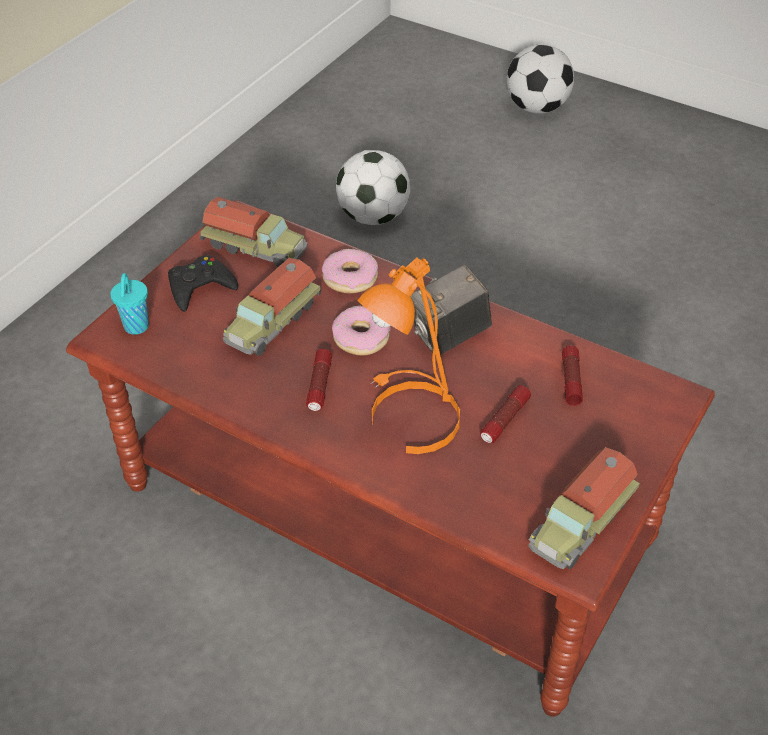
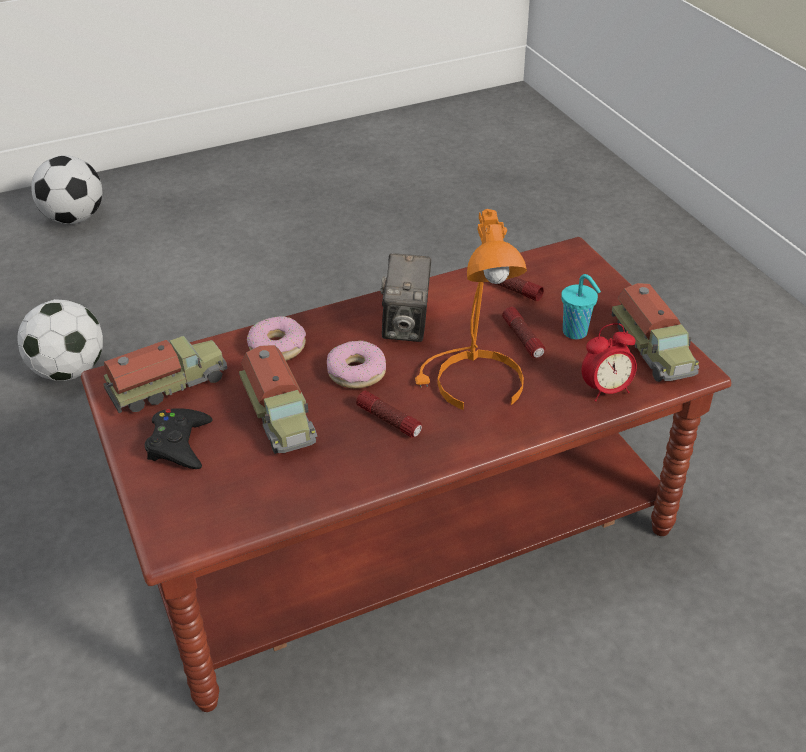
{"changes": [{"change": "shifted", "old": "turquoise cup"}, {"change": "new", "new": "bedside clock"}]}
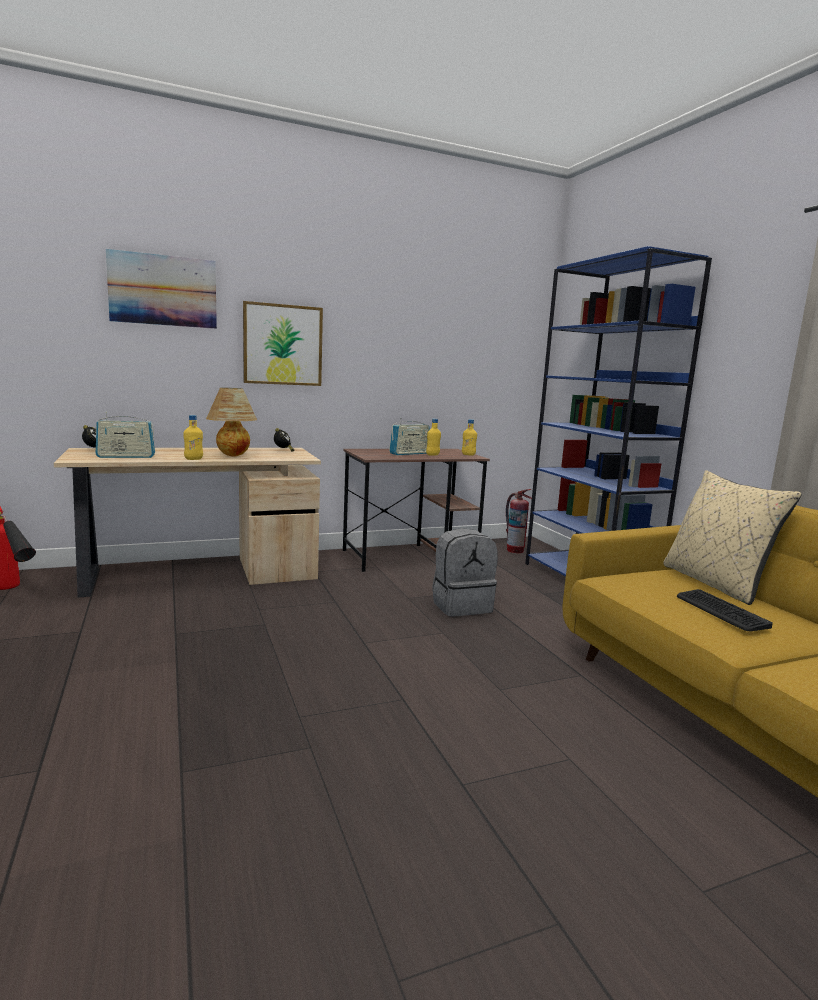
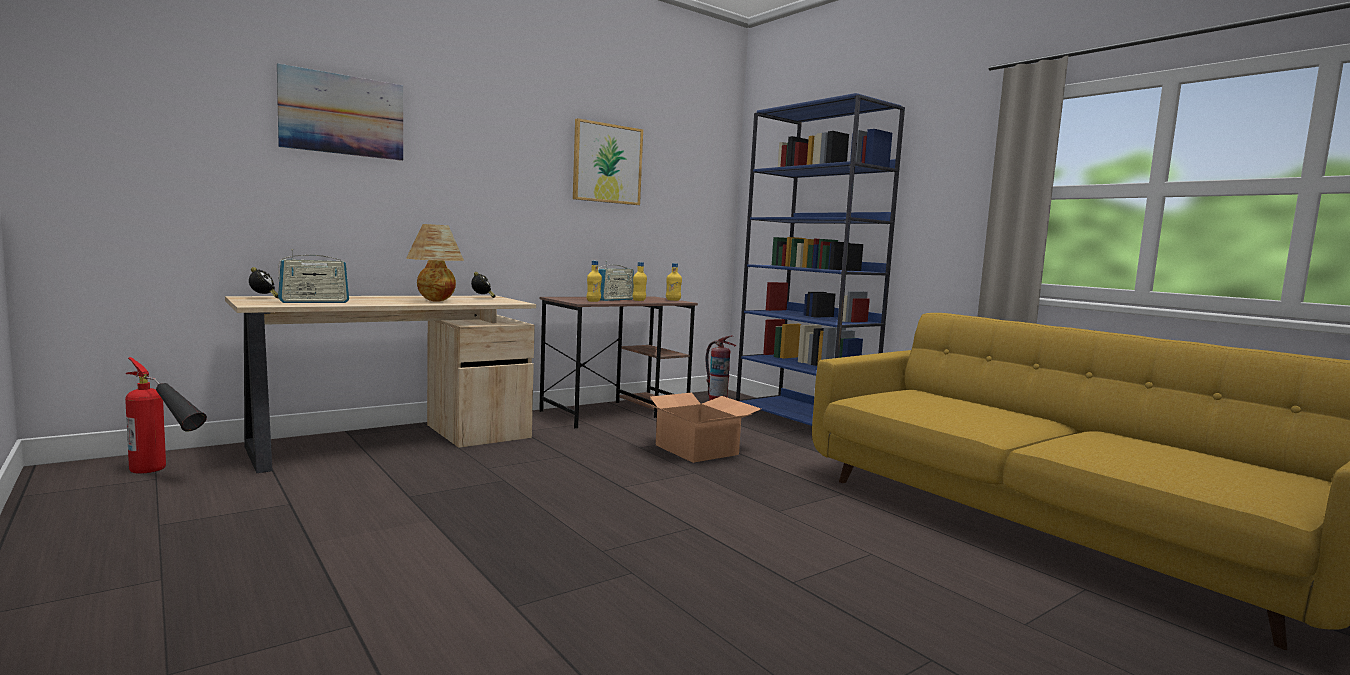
{"changes": [{"change": "shifted", "old": "wall picture (no. 2 from left)"}, {"change": "shifted", "old": "yellow bottle (no. 1 from left)"}, {"change": "swapped", "old": "grey backpack", "new": "packing box"}, {"change": "gone", "old": "beige-coloured throw pillow"}, {"change": "gone", "old": "PC keyboard"}]}
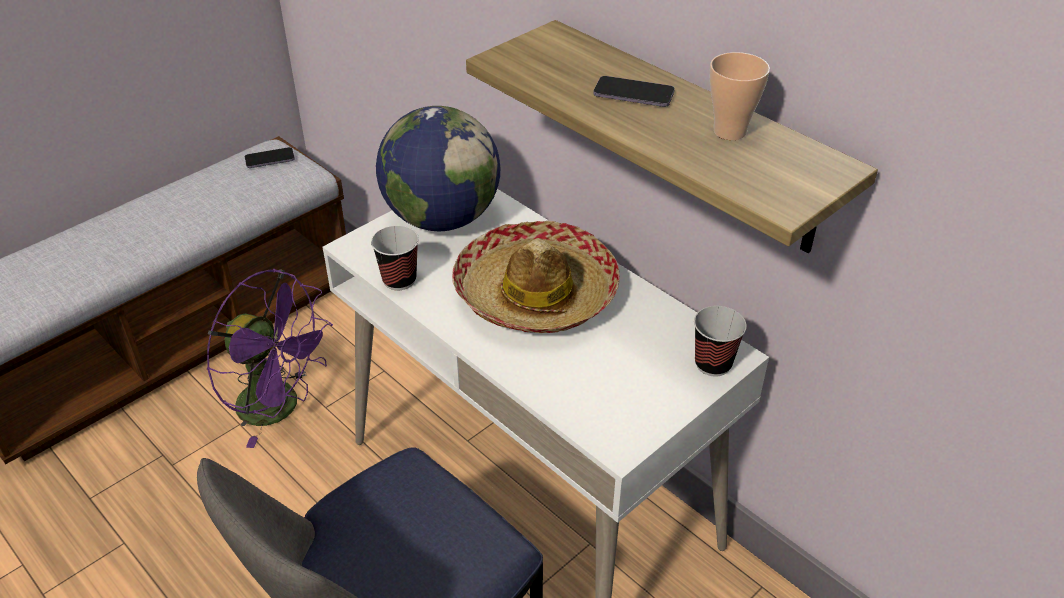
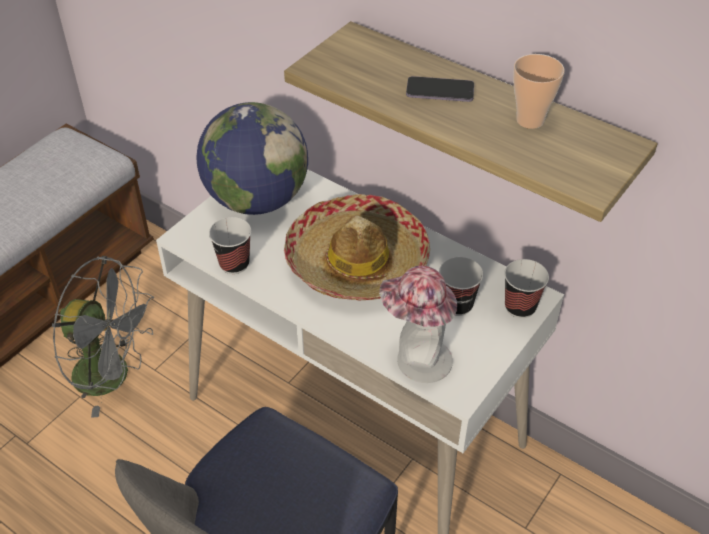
{"changes": [{"change": "repainted", "old": "purple fan", "new": "grey fan"}, {"change": "new", "new": "wearable hat (no. 2 from left)"}, {"change": "new", "new": "cup (no. 2 from left)"}, {"change": "gone", "old": "phone (no. 1 from left)"}]}
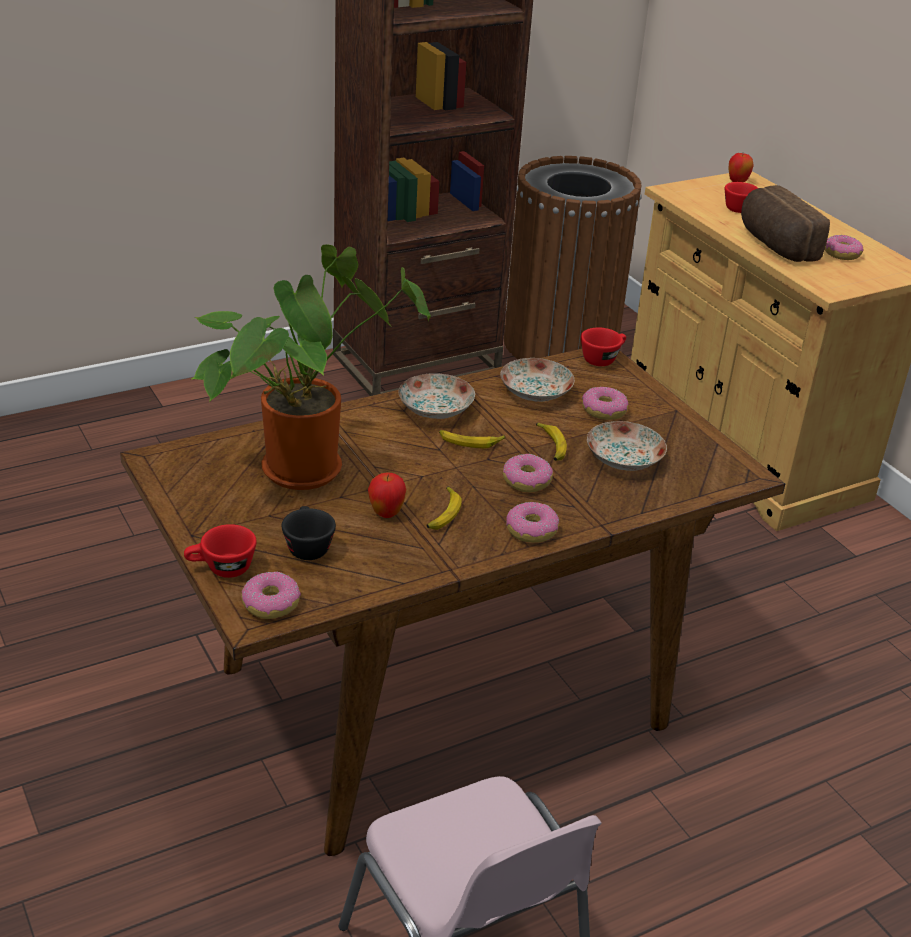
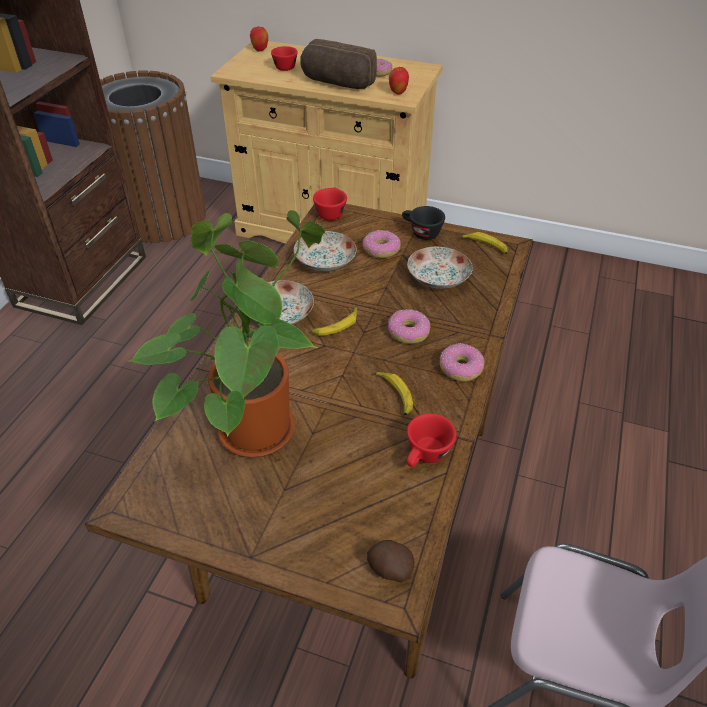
{"changes": [{"change": "swapped", "old": "donut (no. 1 from left)", "new": "spud"}, {"change": "shifted", "old": "apple fruit (no. 1 from left in the first image)", "new": "apple fruit (no. 2 from left)"}, {"change": "shifted", "old": "blackish cup"}, {"change": "shifted", "old": "red-coloured cup (no. 1 from left in the first image)", "new": "red-coloured cup (no. 3 from left)"}, {"change": "shifted", "old": "banana (no. 3 from left)"}]}
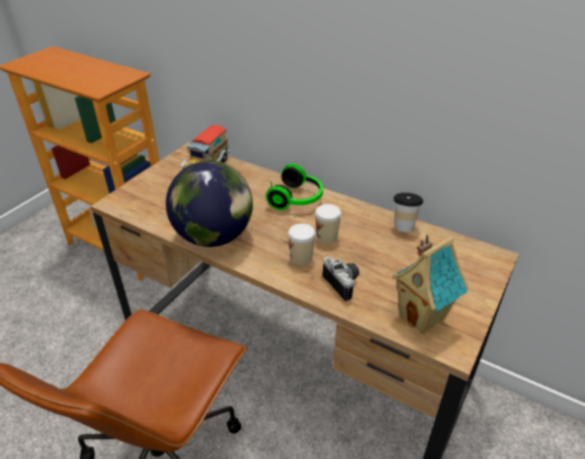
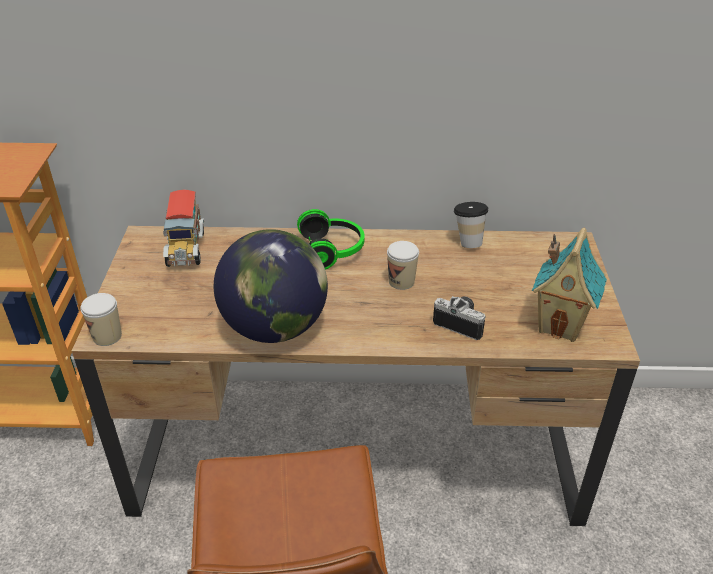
{"changes": [{"change": "shifted", "old": "cup (no. 1 from left)"}]}
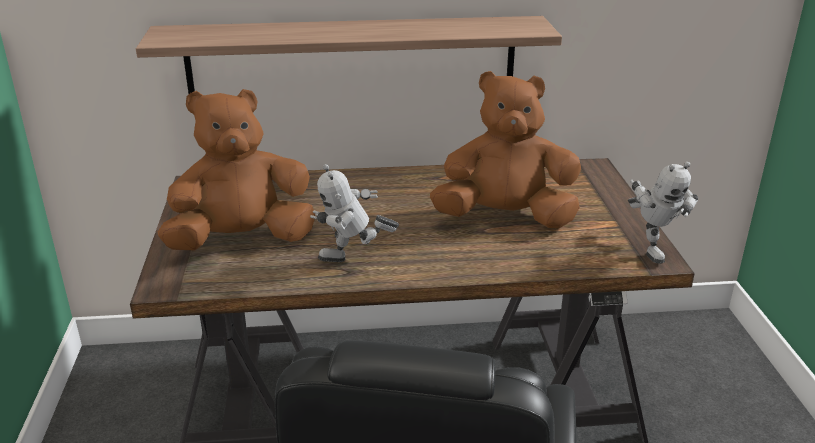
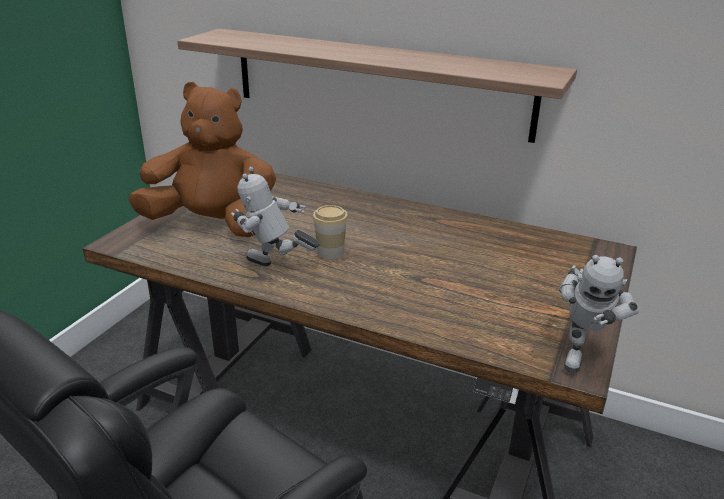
{"changes": [{"change": "new", "new": "cup"}, {"change": "gone", "old": "brown-coloured plush toy (no. 2 from left)"}]}
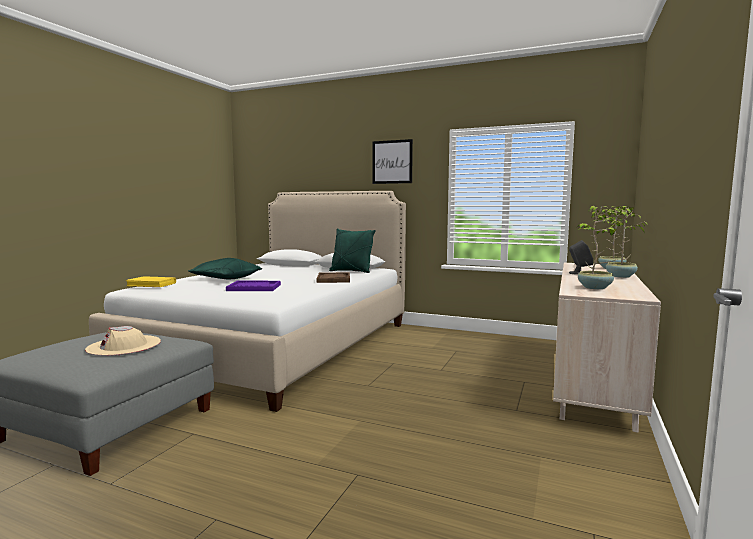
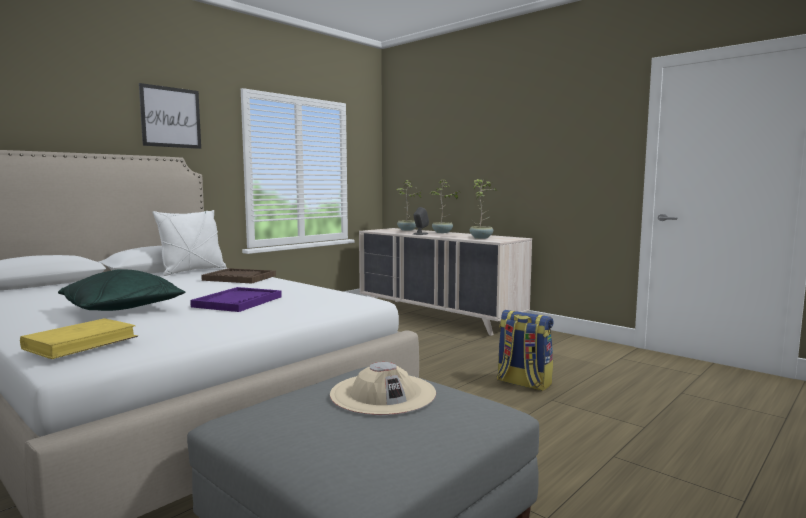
{"changes": [{"change": "repainted", "old": "green-coloured throw pillow (no. 2 from left)", "new": "white throw pillow"}, {"change": "new", "new": "backpack"}]}
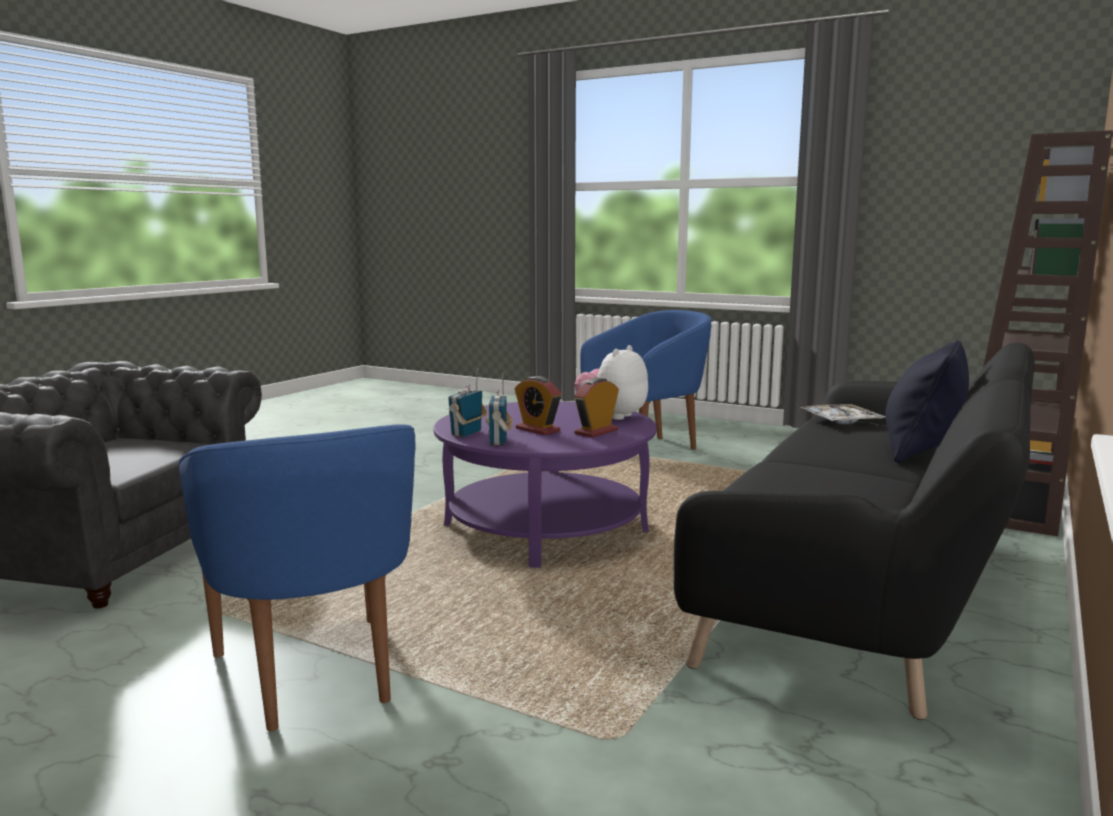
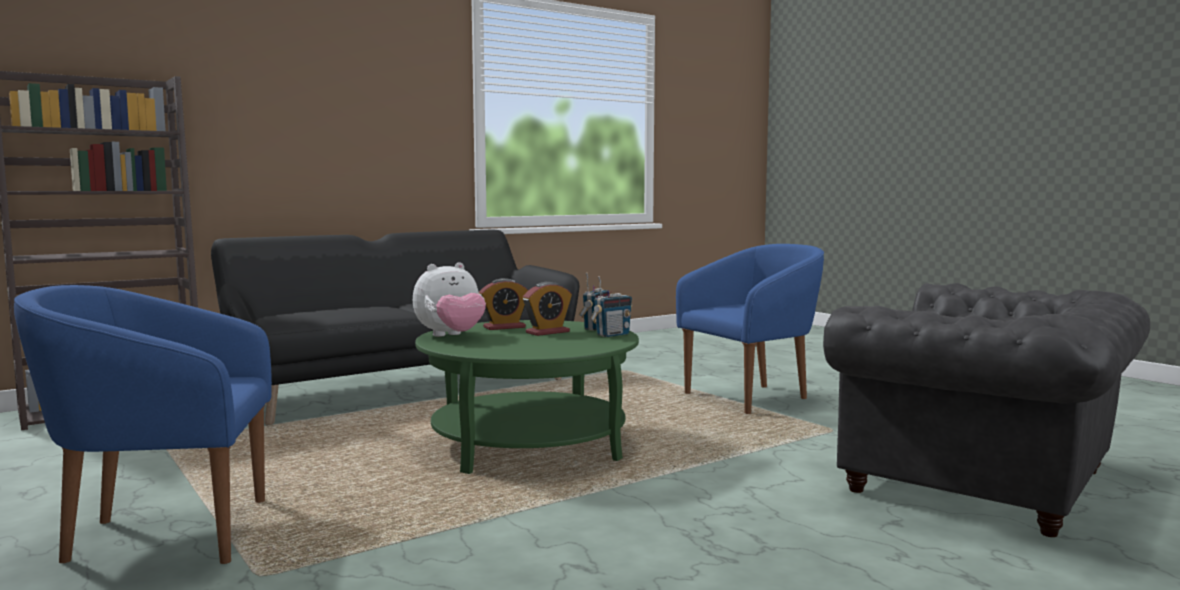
{"changes": [{"change": "repainted", "old": "purple low table", "new": "green-coloured low table"}, {"change": "rotated", "old": "bedside clock (no. 1 from left in the first image)", "degrees": 75}, {"change": "rotated", "old": "blue armchair (no. 1 from left in the first image)", "degrees": 60}, {"change": "gone", "old": "serving tray"}, {"change": "gone", "old": "blackish throw pillow"}]}
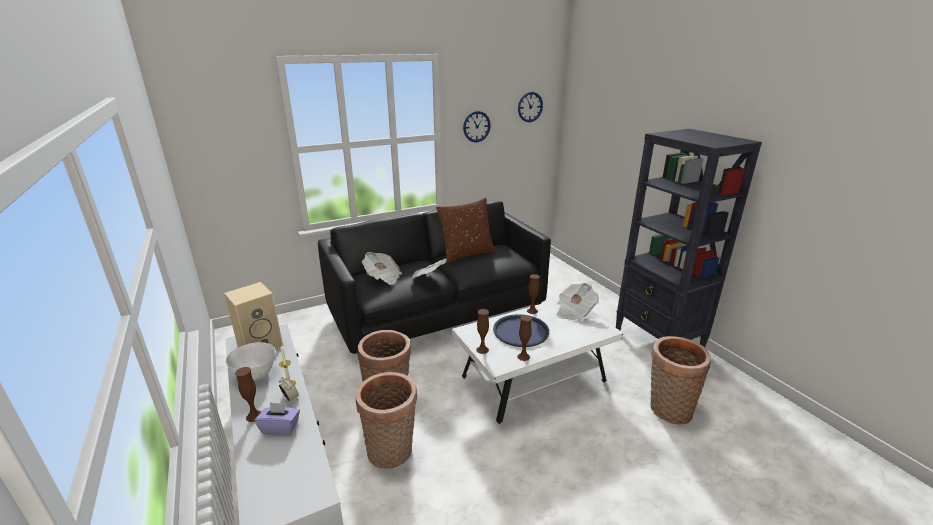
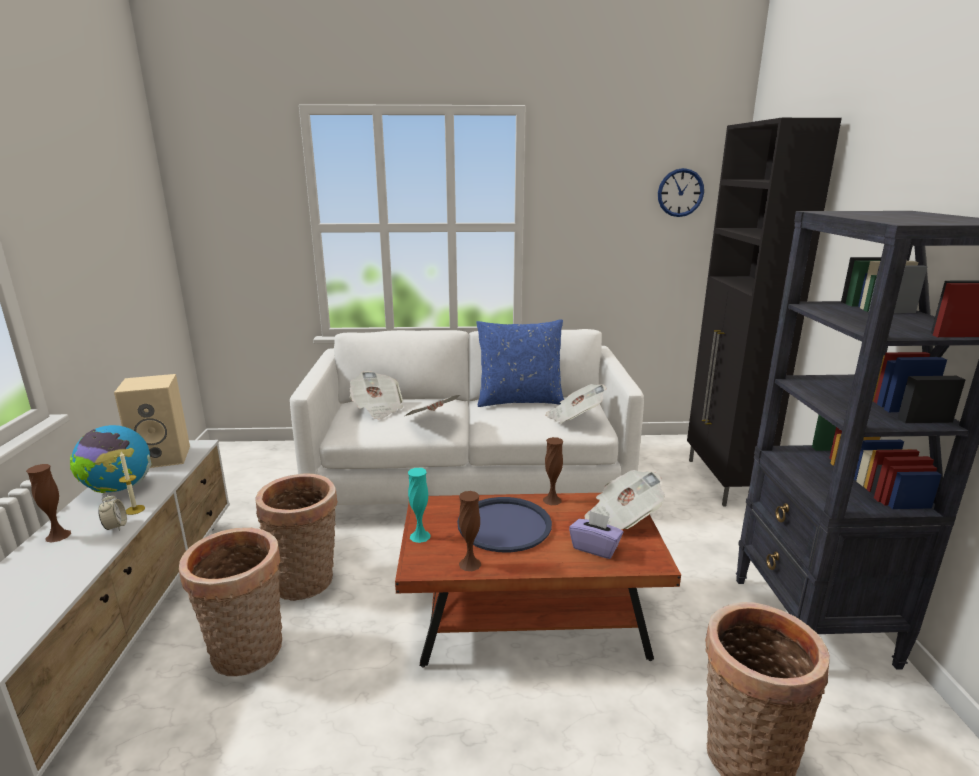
{"changes": [{"change": "swapped", "old": "white deep dish", "new": "world globe"}, {"change": "repainted", "old": "blackish sofa", "new": "white sofa"}, {"change": "repainted", "old": "white low table", "new": "brown-coloured low table"}, {"change": "repainted", "old": "brown-coloured flower vase (no. 2 from left)", "new": "turquoise flower vase"}, {"change": "repainted", "old": "brown-coloured throw pillow", "new": "blue throw pillow"}, {"change": "new", "new": "daily paper (no. 3 from left)"}, {"change": "shifted", "old": "purple tissue box"}, {"change": "new", "new": "blackish cupboard"}, {"change": "gone", "old": "hanging clock (no. 1 from left)"}]}
